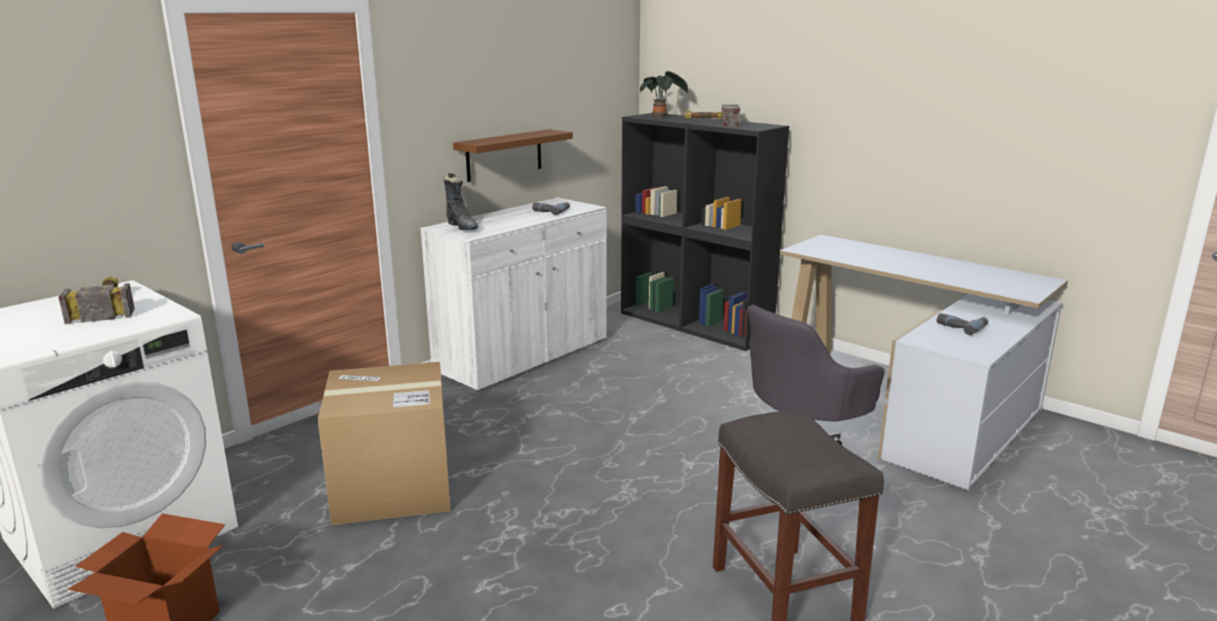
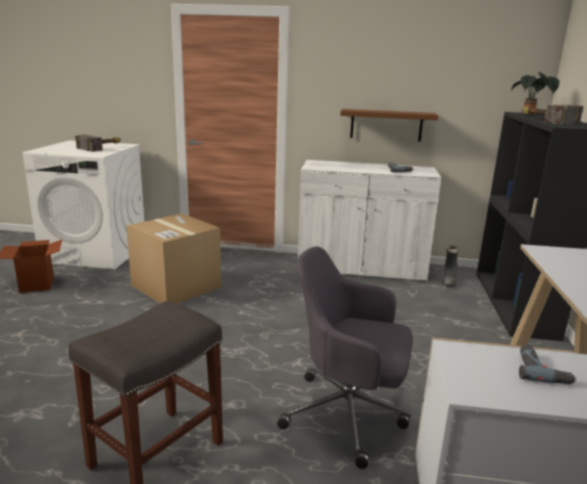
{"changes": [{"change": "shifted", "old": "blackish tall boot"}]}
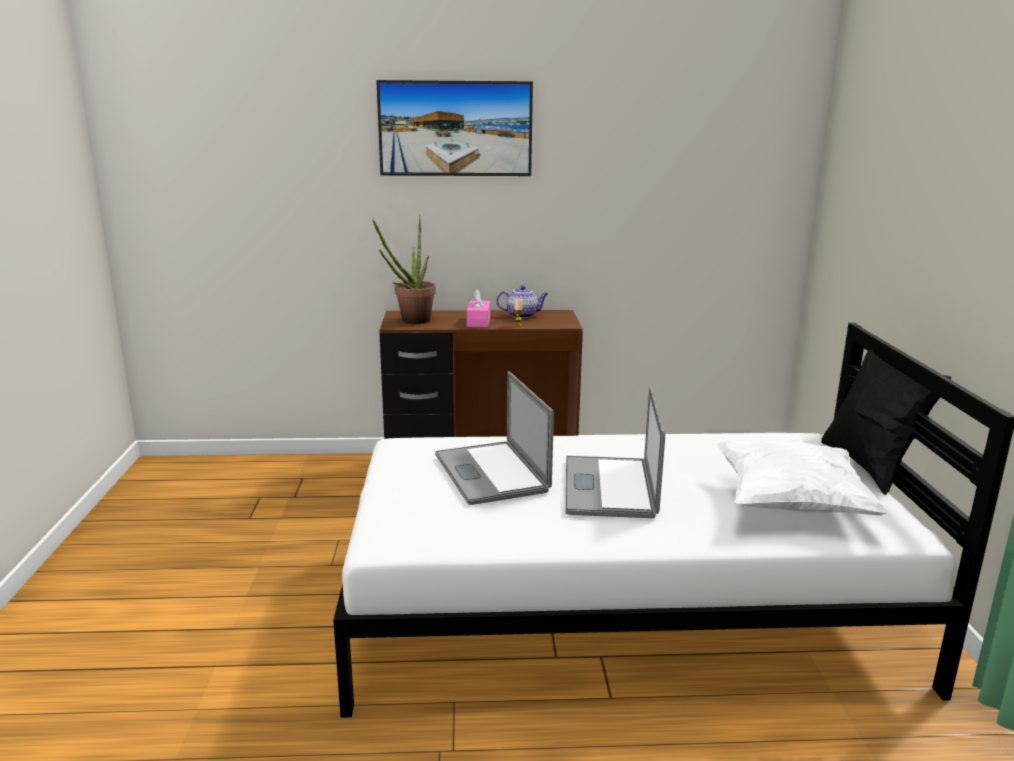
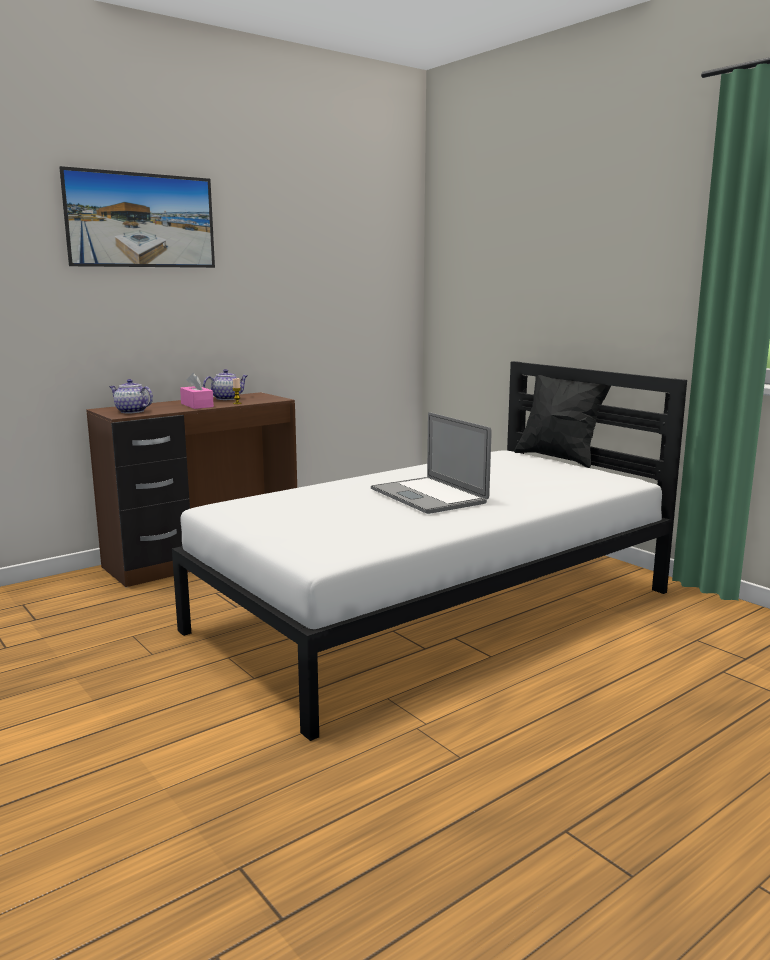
{"changes": [{"change": "swapped", "old": "plant in a pot", "new": "teapot (no. 1 from left)"}, {"change": "gone", "old": "laptop (no. 1 from left)"}, {"change": "gone", "old": "white throw pillow"}]}
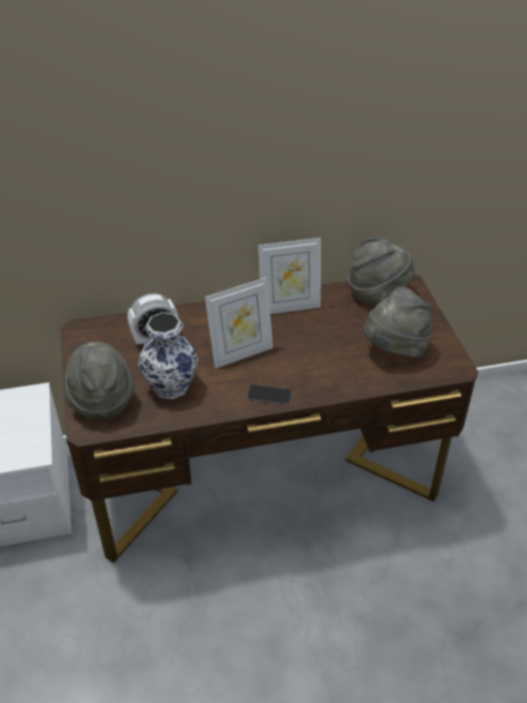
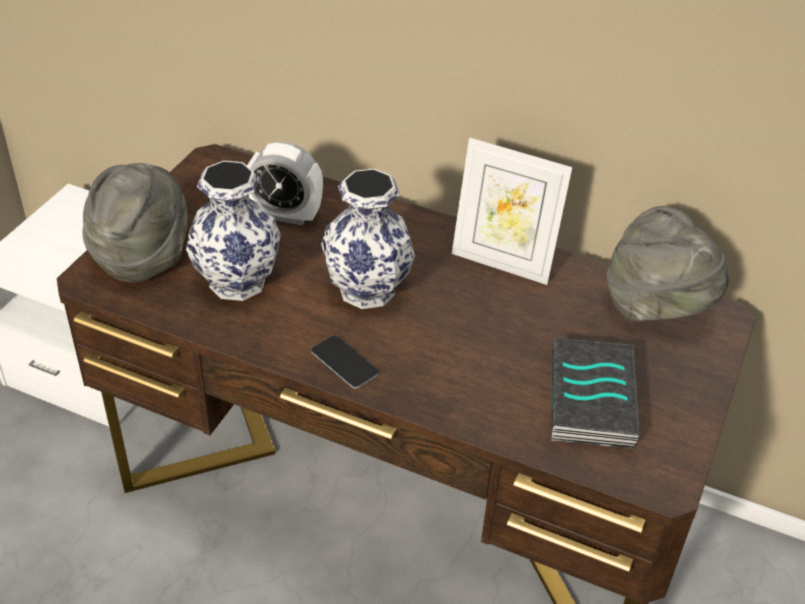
{"changes": [{"change": "swapped", "old": "photo frame (no. 1 from left)", "new": "flower vase (no. 2 from left)"}, {"change": "swapped", "old": "grey wearable hat (no. 3 from left)", "new": "bound book"}]}
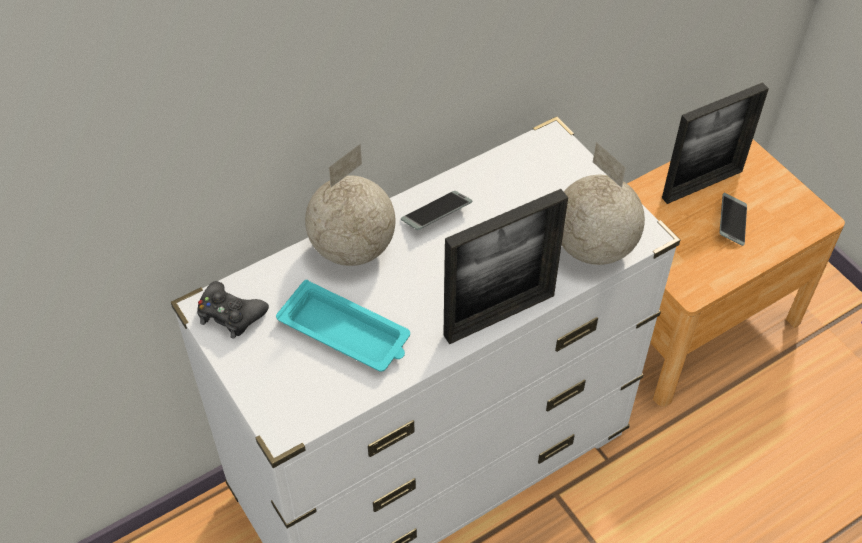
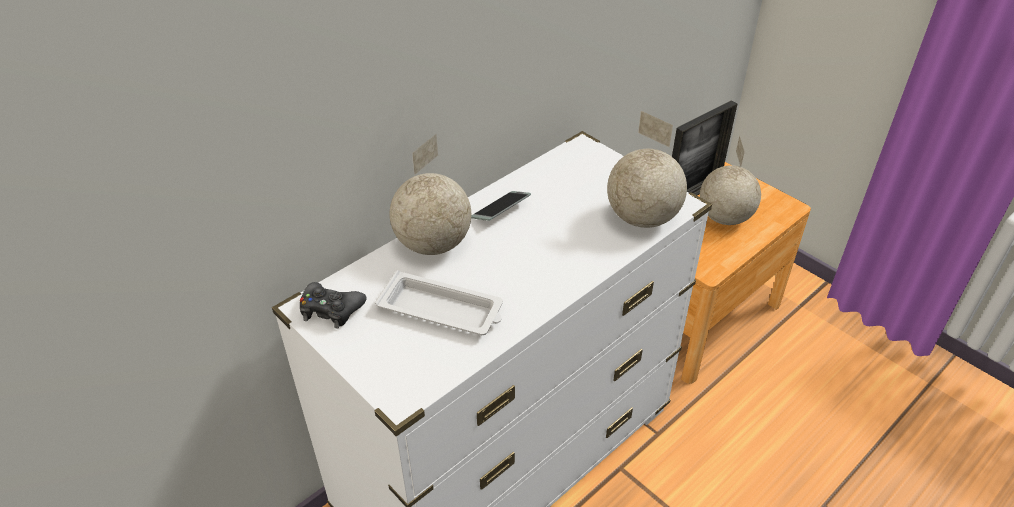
{"changes": [{"change": "repainted", "old": "turquoise serving tray", "new": "white serving tray"}, {"change": "swapped", "old": "phone (no. 2 from left)", "new": "world globe (no. 3 from left)"}, {"change": "gone", "old": "photo frame (no. 1 from left)"}]}
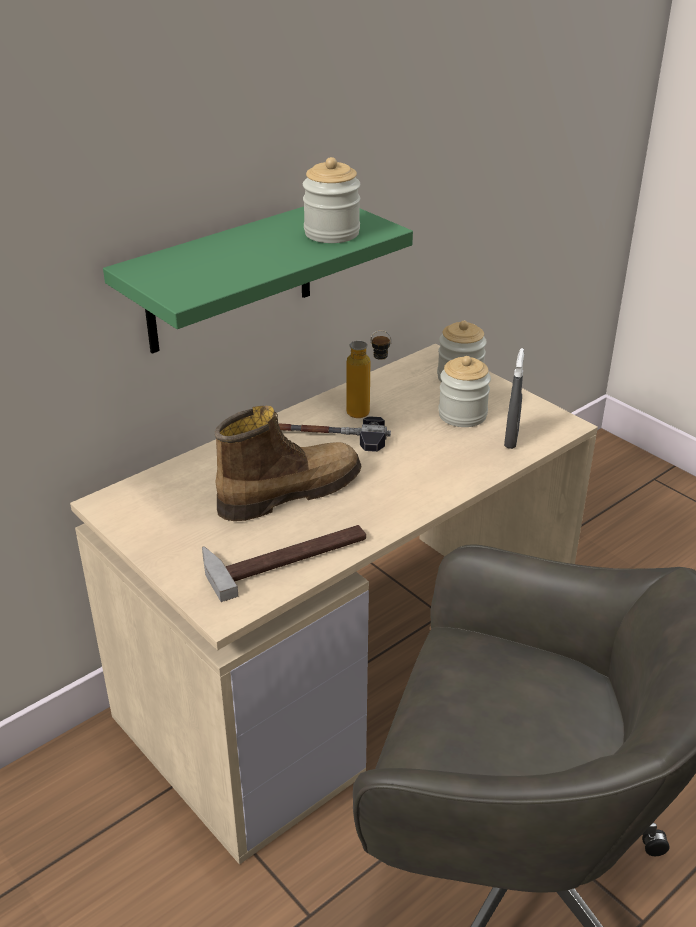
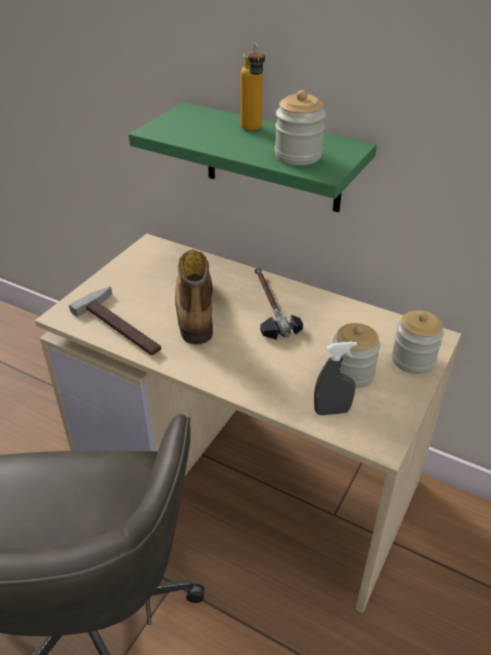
{"changes": [{"change": "rotated", "old": "tall boot", "degrees": -135}, {"change": "shifted", "old": "bottle"}]}
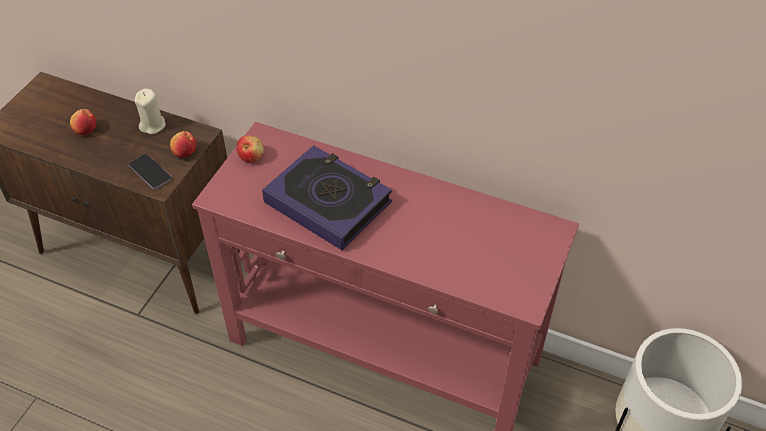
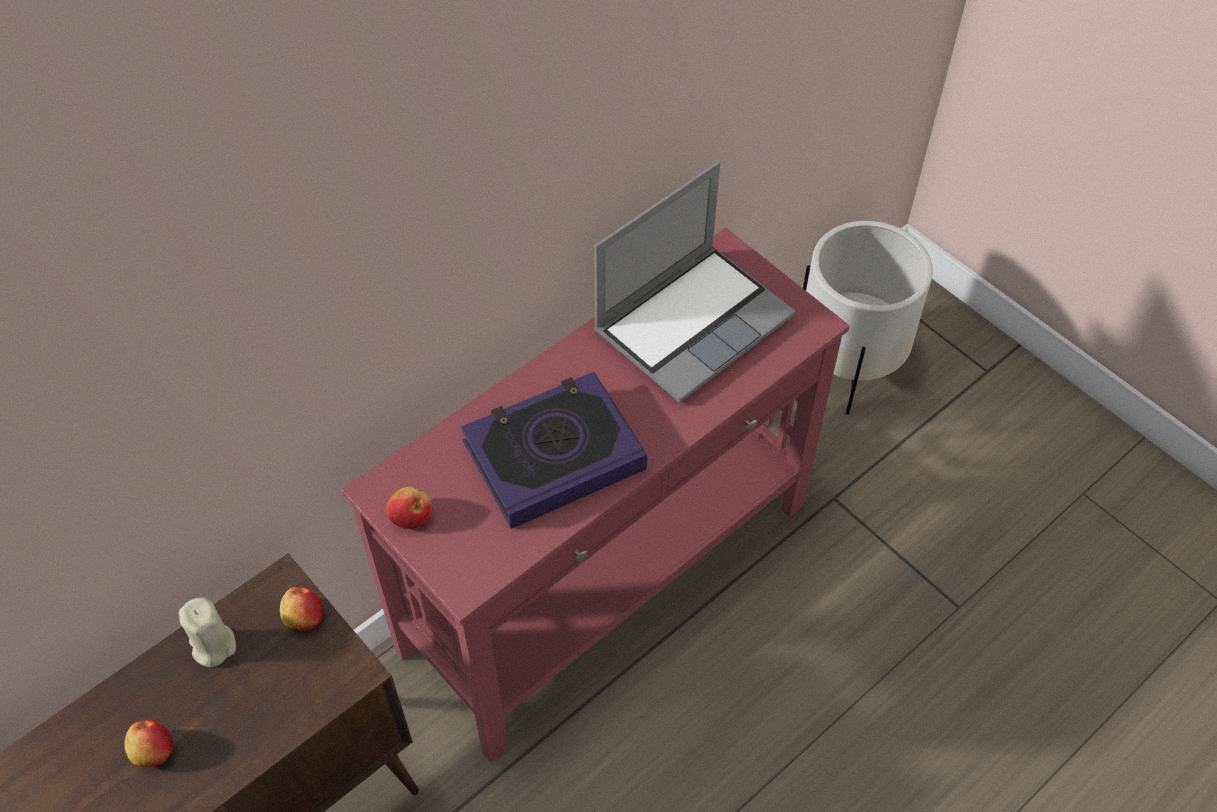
{"changes": [{"change": "new", "new": "laptop"}, {"change": "gone", "old": "phone"}]}
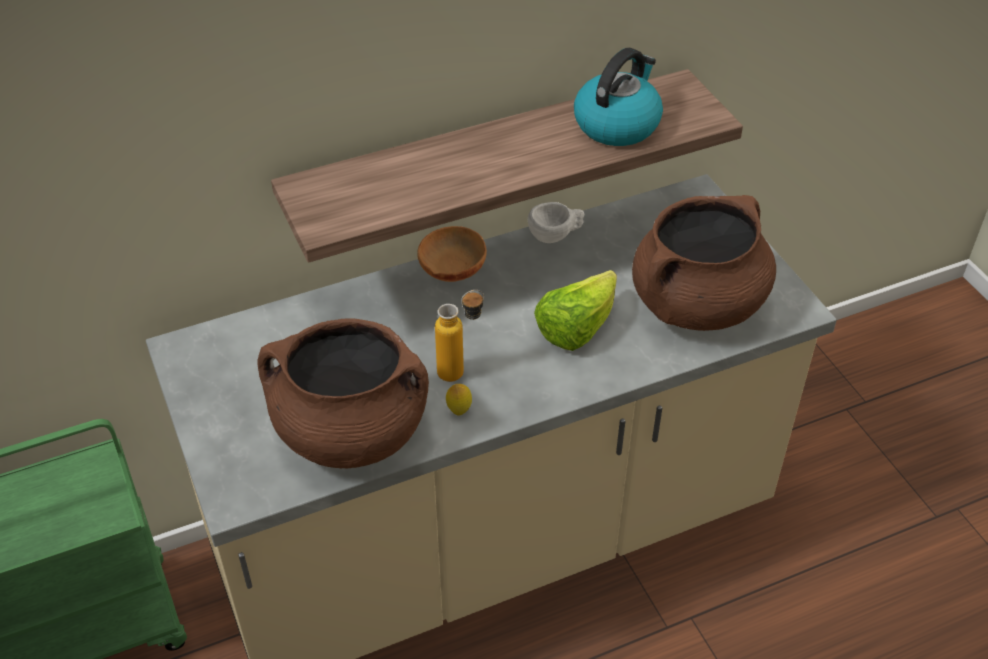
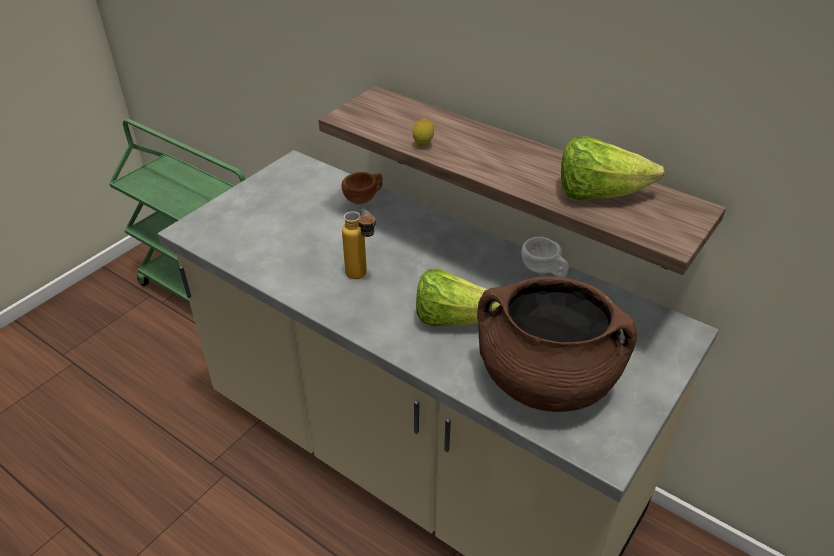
{"changes": [{"change": "new", "new": "brown-coloured cup"}, {"change": "shifted", "old": "whole lemon"}, {"change": "swapped", "old": "kettle", "new": "head of lettuce (no. 2 from left)"}, {"change": "gone", "old": "brown-coloured stockpot (no. 1 from left)"}, {"change": "gone", "old": "brown-coloured deep dish"}]}
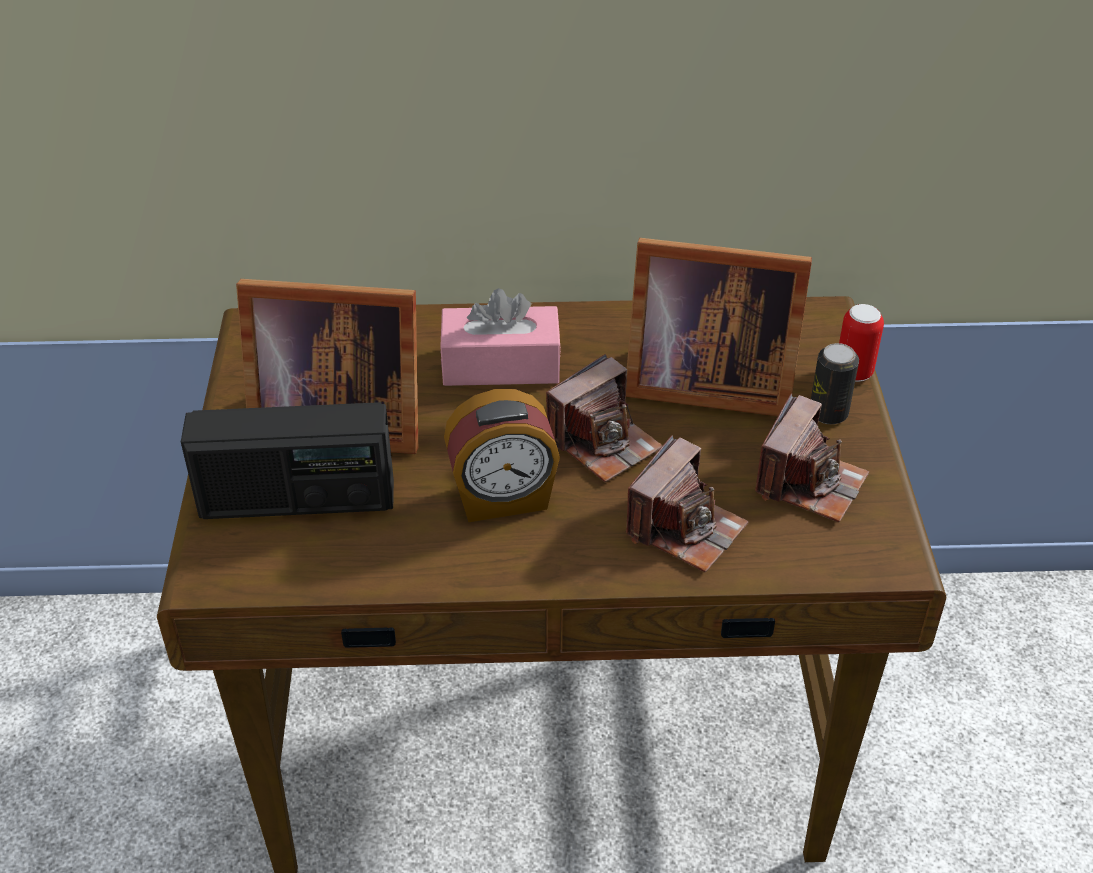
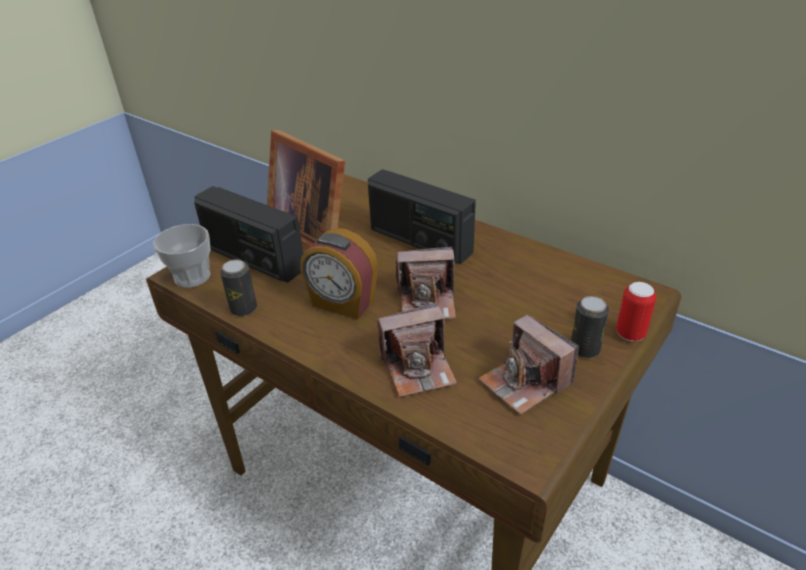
{"changes": [{"change": "new", "new": "cup"}, {"change": "new", "new": "sealed can (no. 1 from left)"}, {"change": "swapped", "old": "pink tissue box", "new": "radio set (no. 2 from left)"}, {"change": "rotated", "old": "still camera (no. 3 from left)", "degrees": 75}, {"change": "gone", "old": "photo frame (no. 2 from left)"}]}
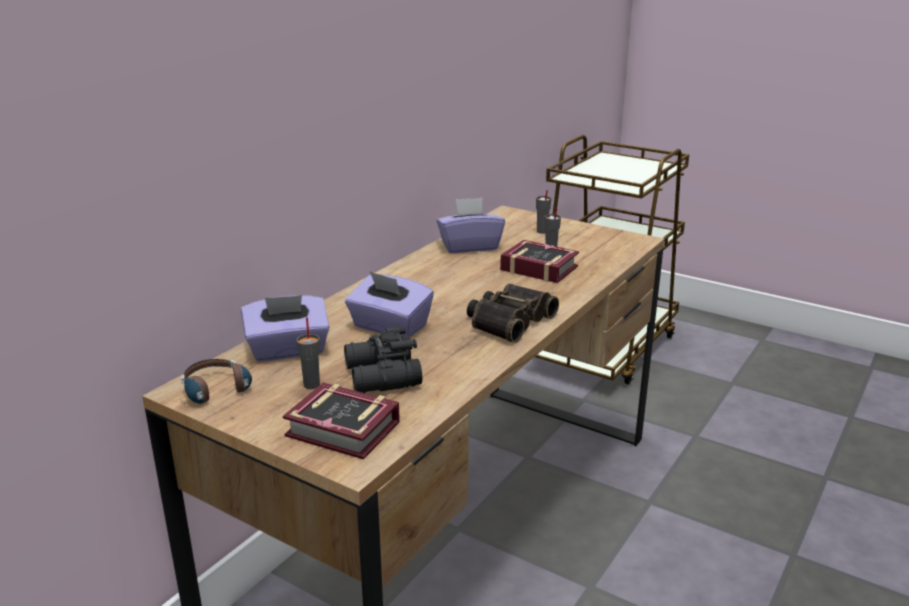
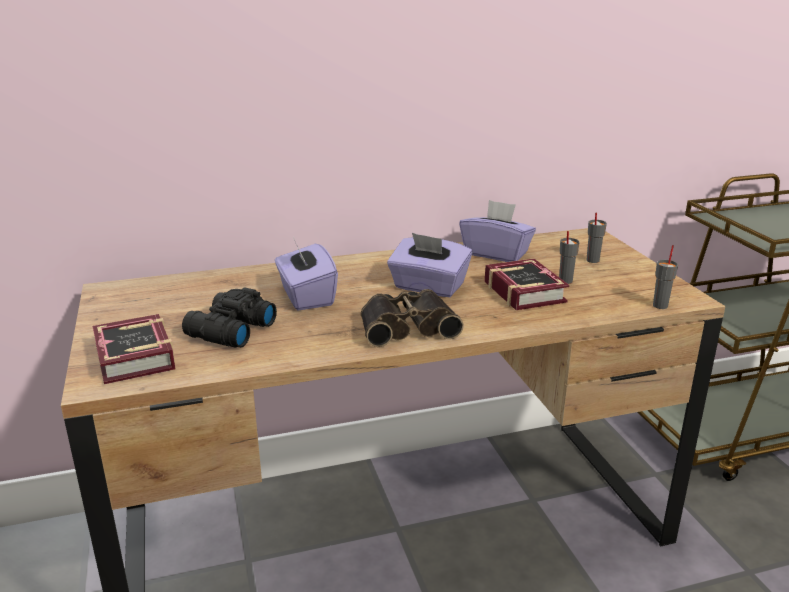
{"changes": [{"change": "shifted", "old": "purple tissue box (no. 1 from left in the first image)", "new": "purple tissue box (no. 2 from left)"}, {"change": "shifted", "old": "grey cup (no. 1 from left in the first image)", "new": "grey cup (no. 3 from left)"}, {"change": "gone", "old": "headset"}]}
